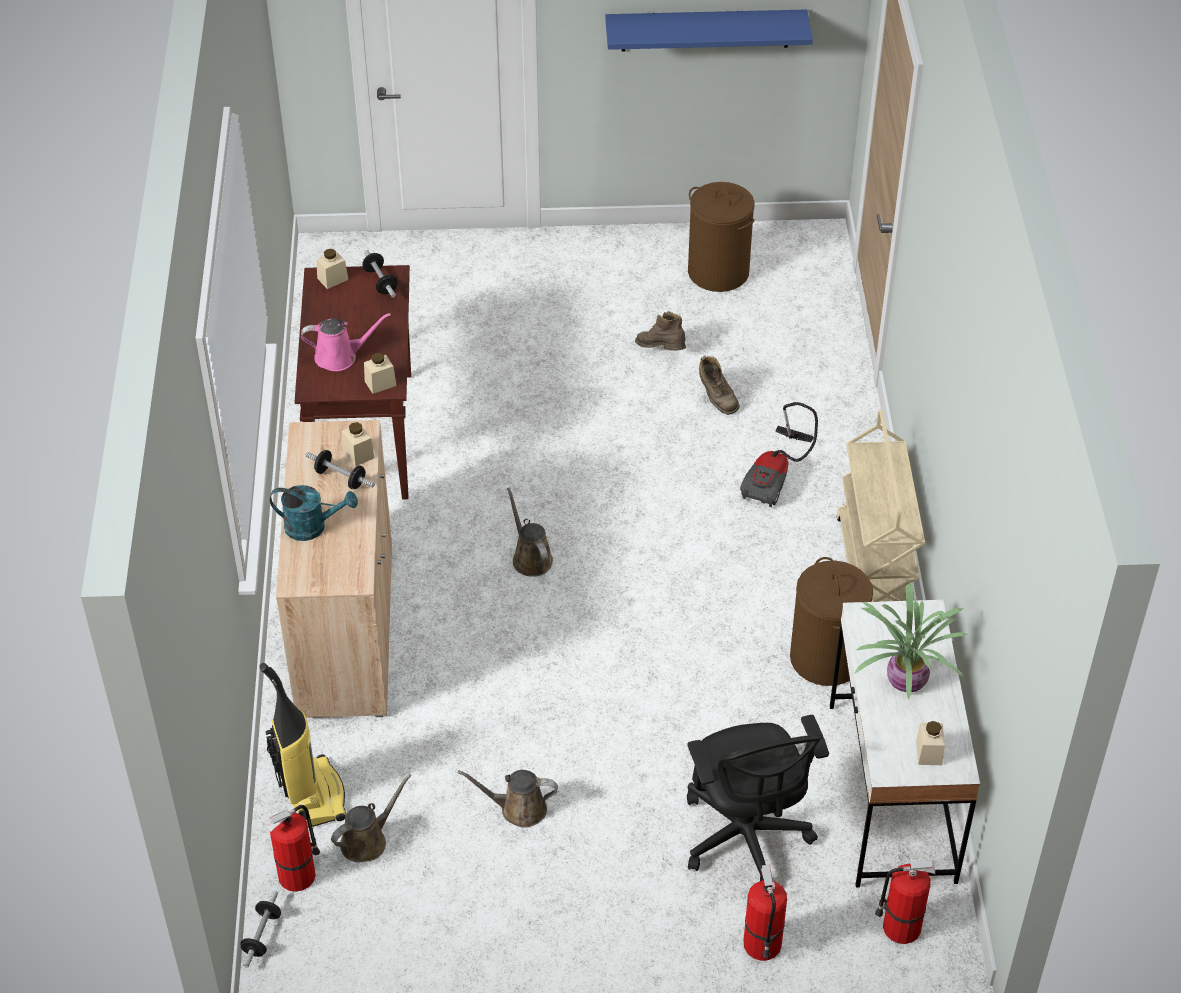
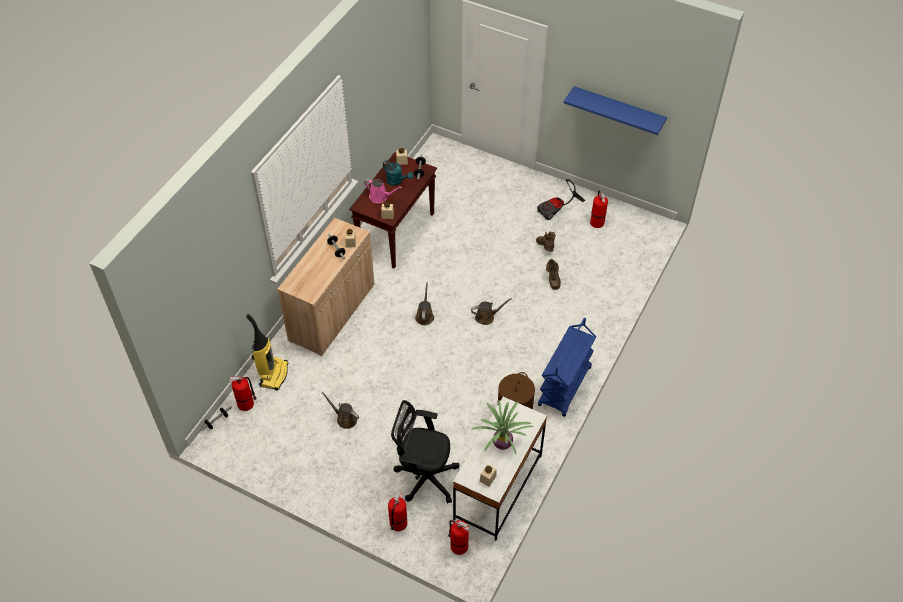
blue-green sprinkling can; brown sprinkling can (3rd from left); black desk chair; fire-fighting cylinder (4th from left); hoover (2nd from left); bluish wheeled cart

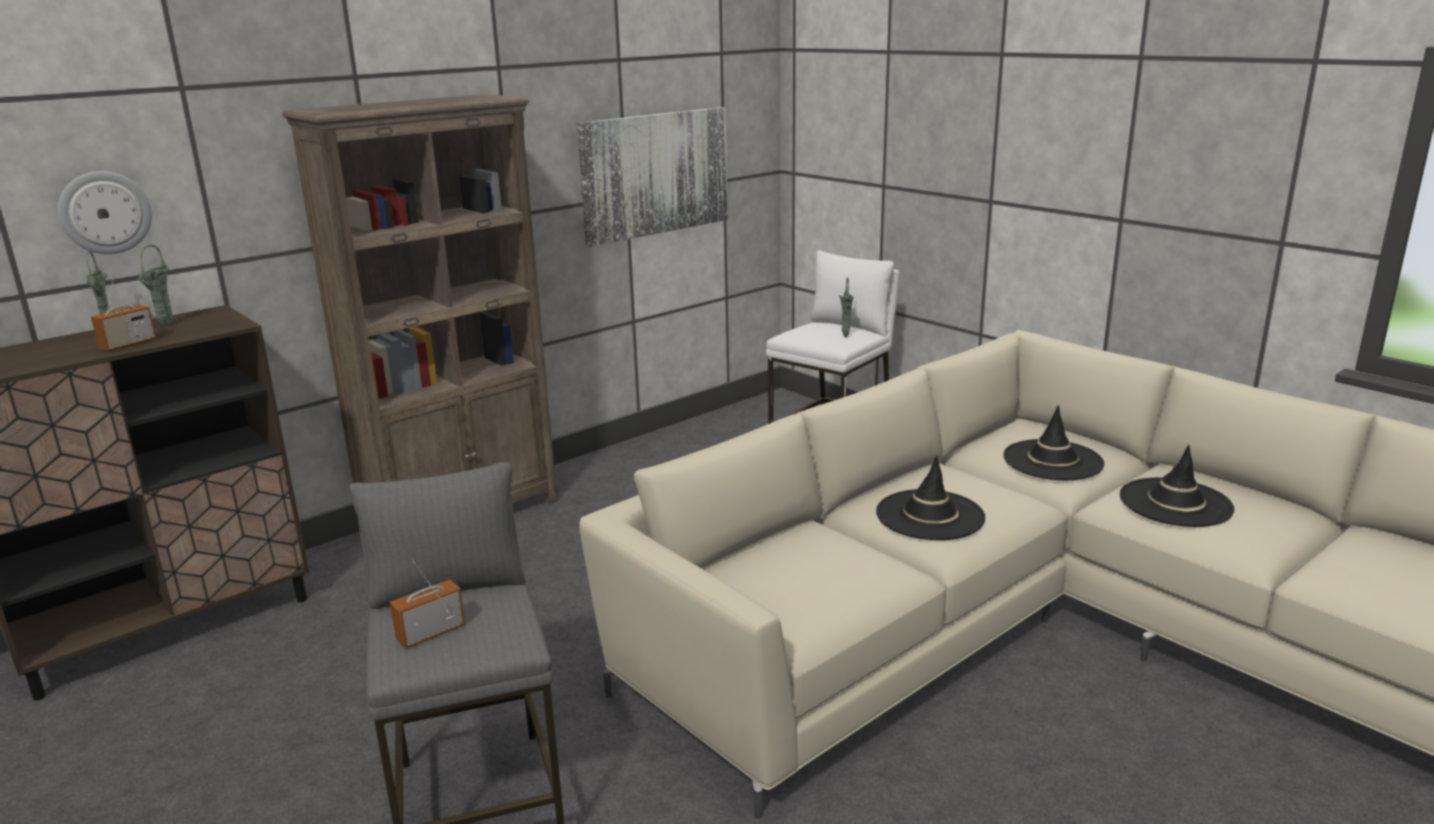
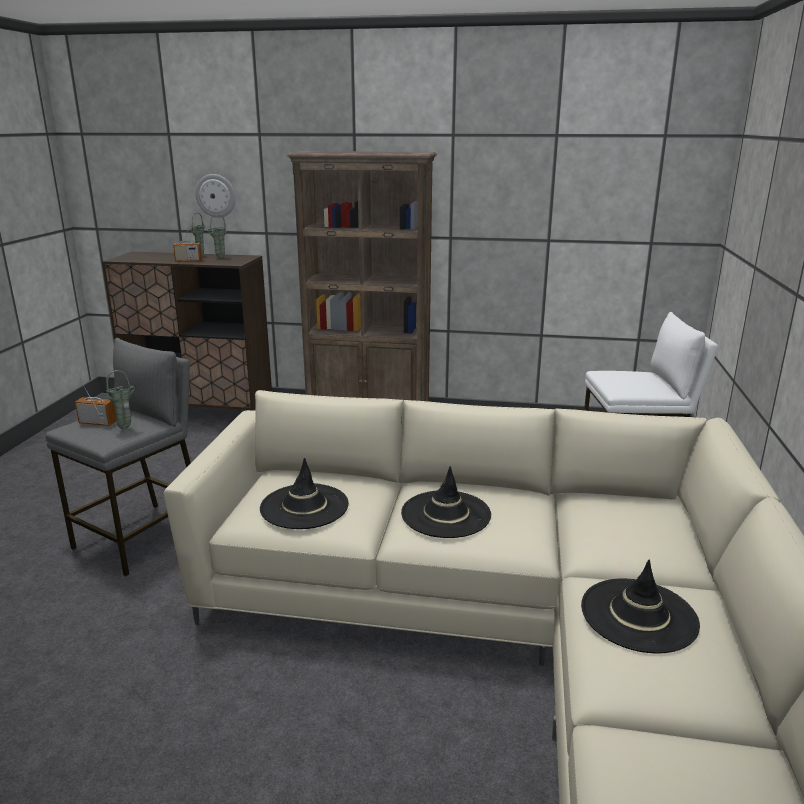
wall picture; green flower vase (1st from left); black hat (1st from left)

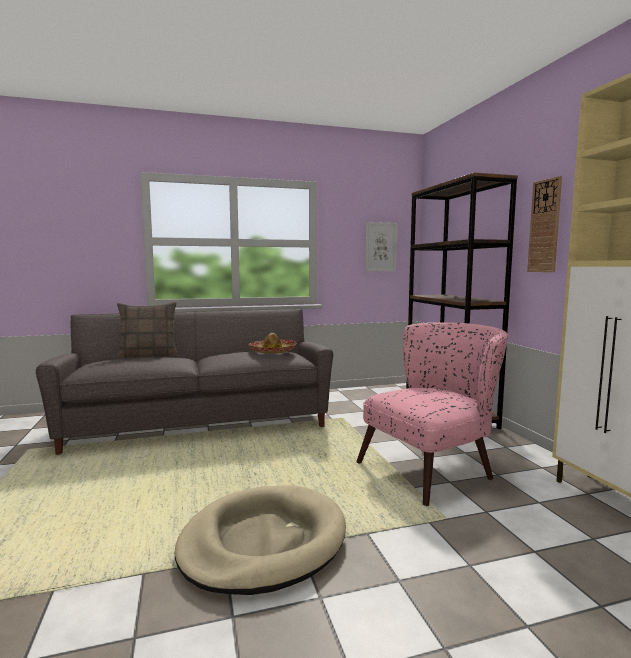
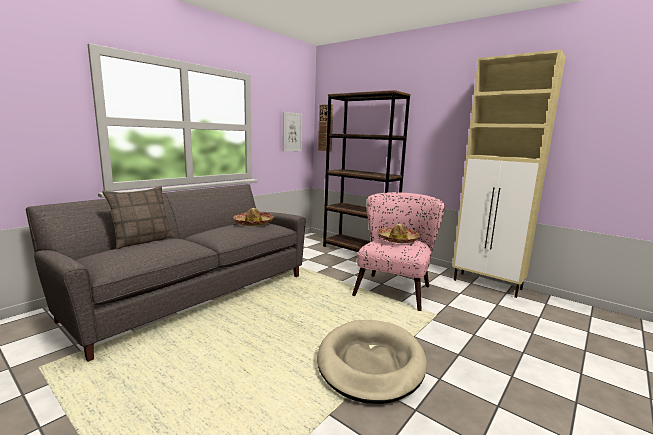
hanging clock; hat (2nd from left)

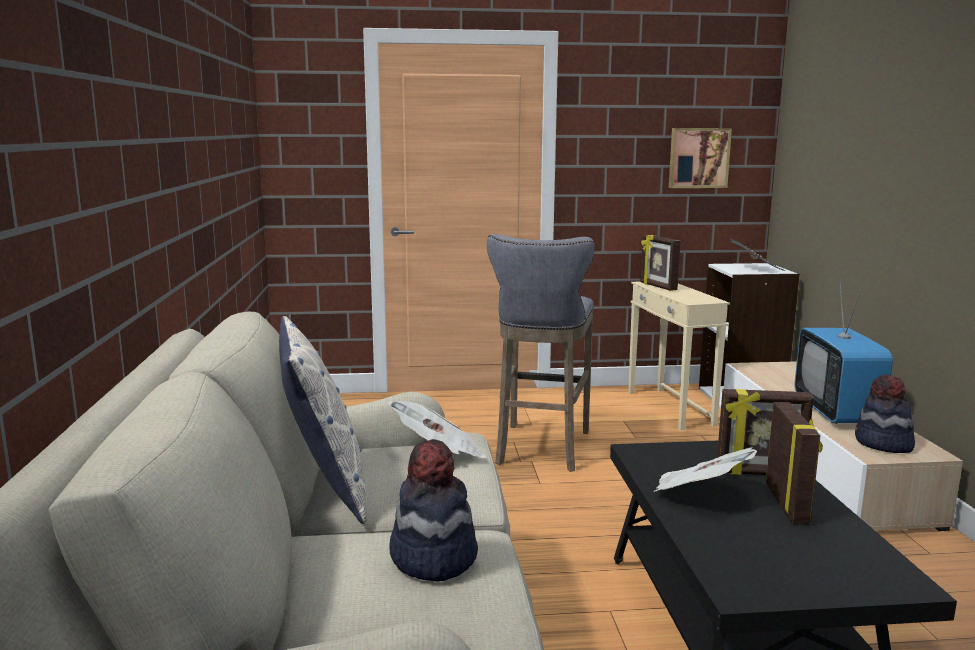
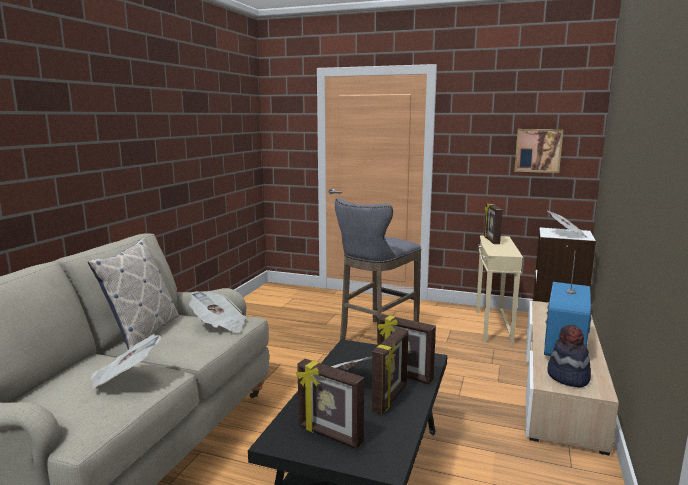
printed paper (1st from left); photo frame (1st from left)

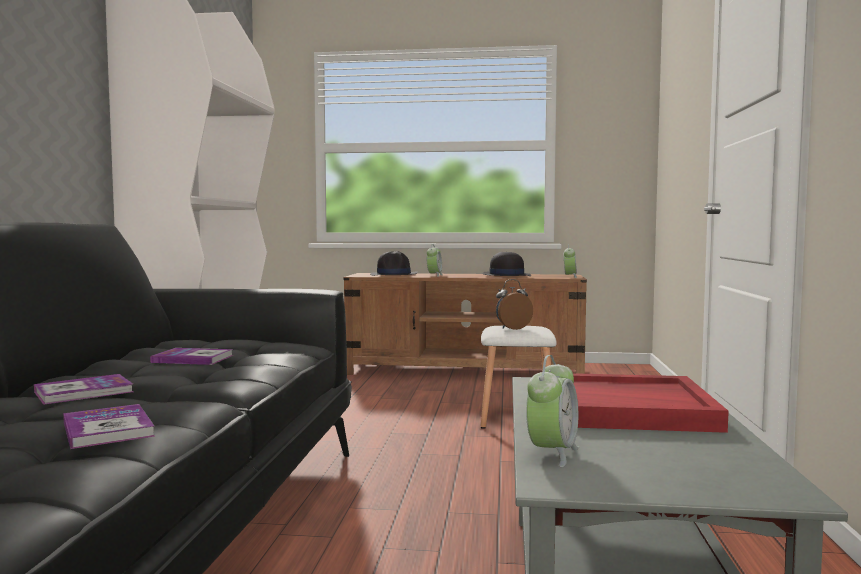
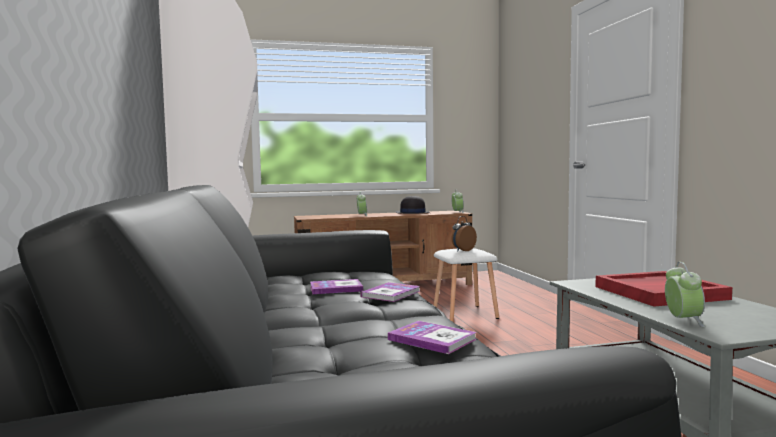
volume (2nd from left); black hat (1st from left in the first image)

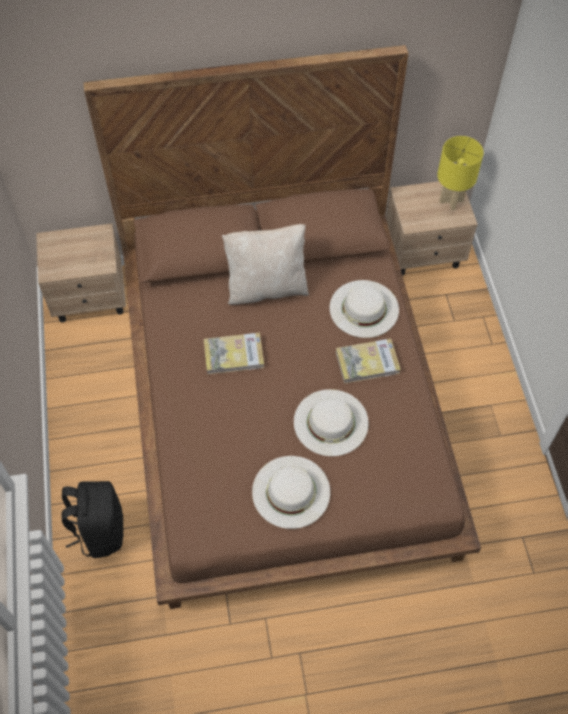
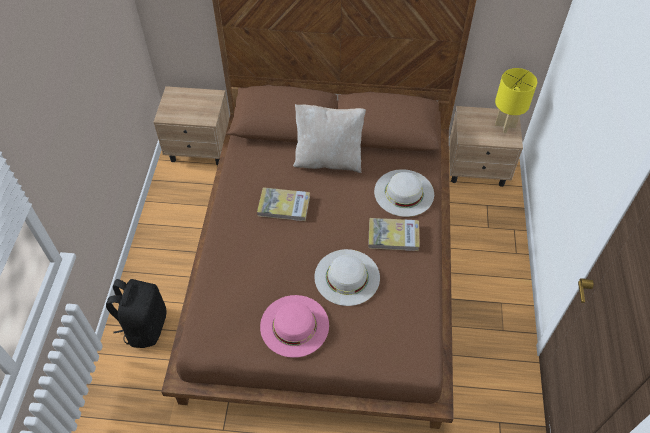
pinkish hat

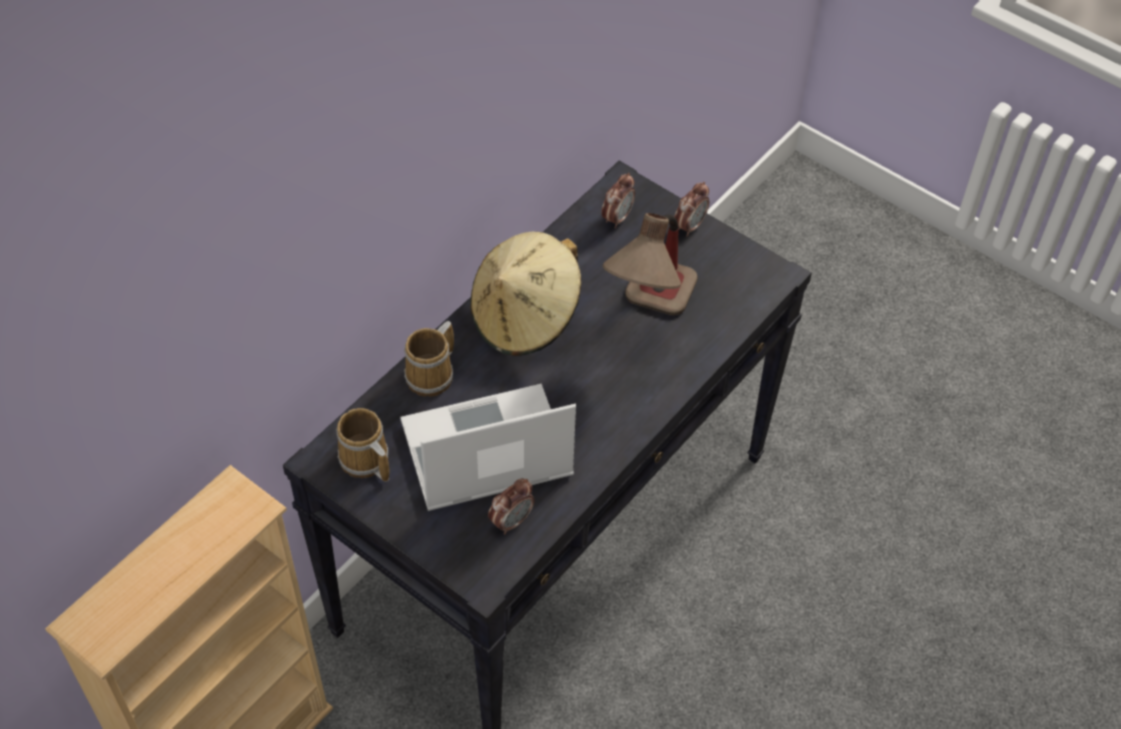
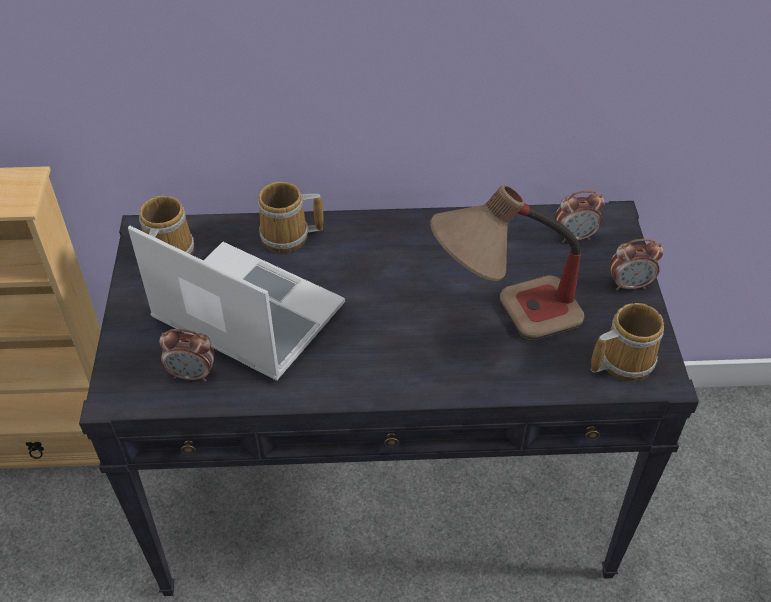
sand-coloured hat; coffee mug (3rd from left)

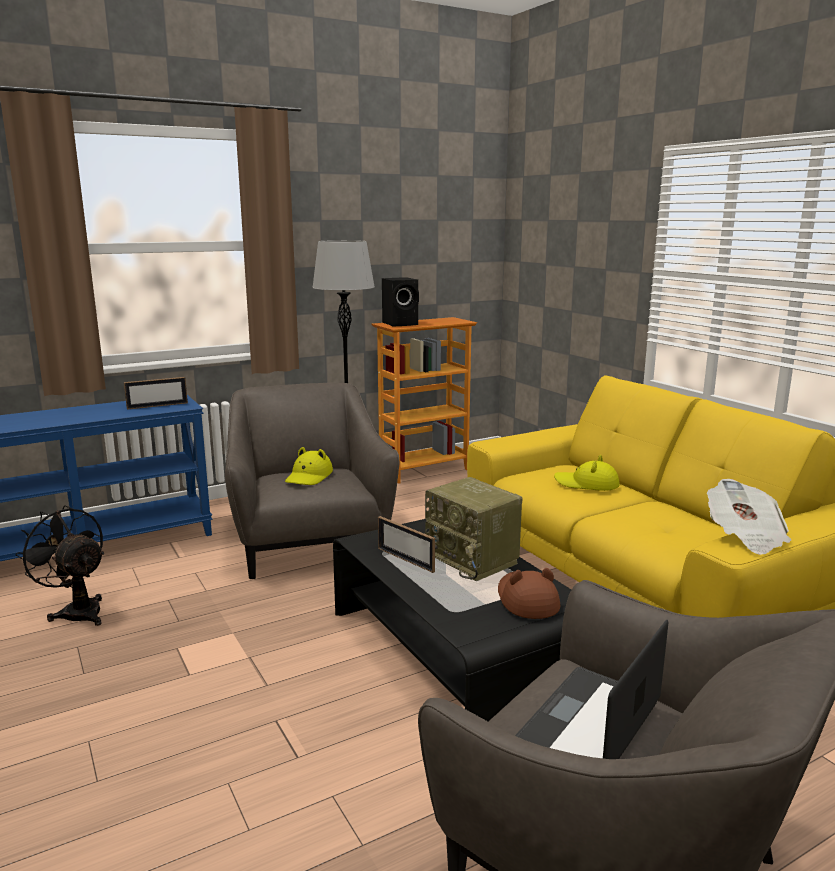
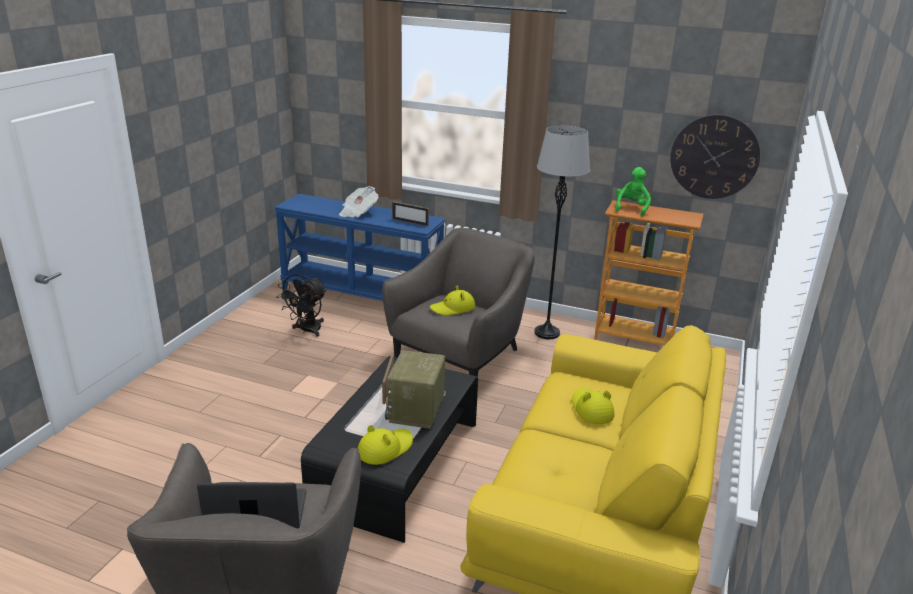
black fan; green plush toy; yellow-coloured hat (1st from left); printed paper; hanging clock

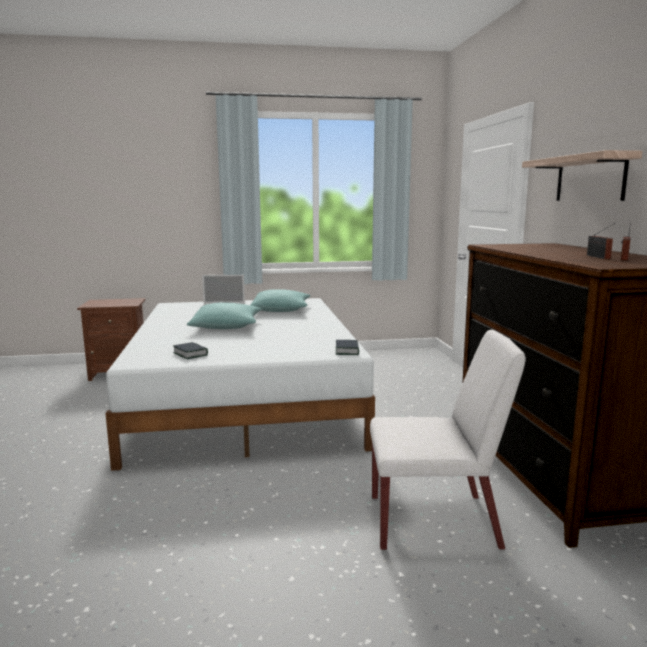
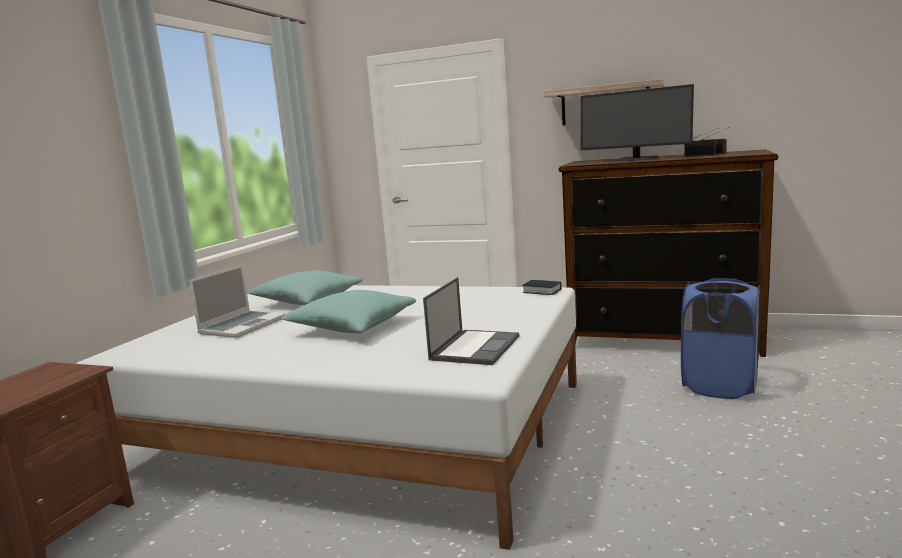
laptop (2nd from left); bluish laundry basket; monitor

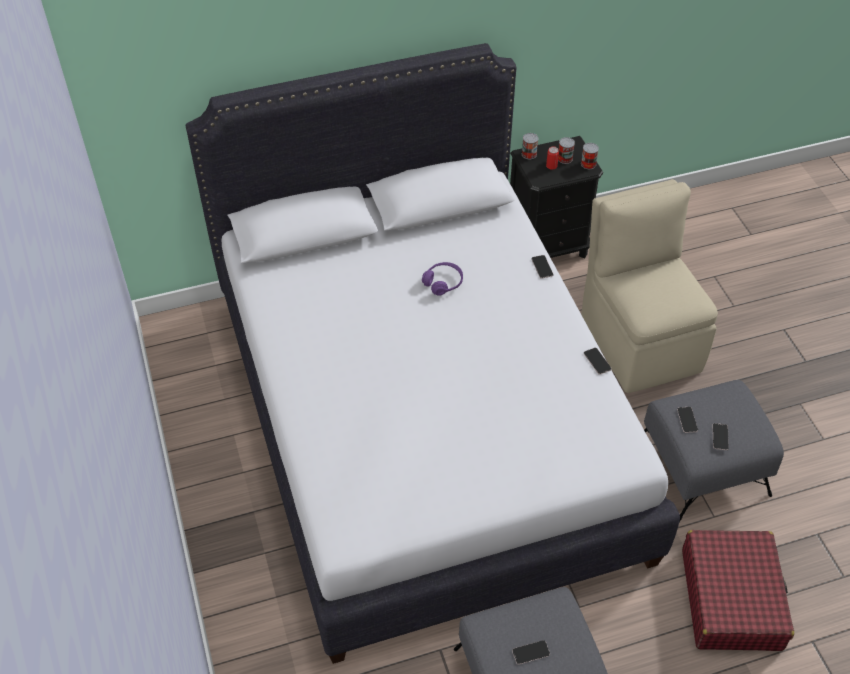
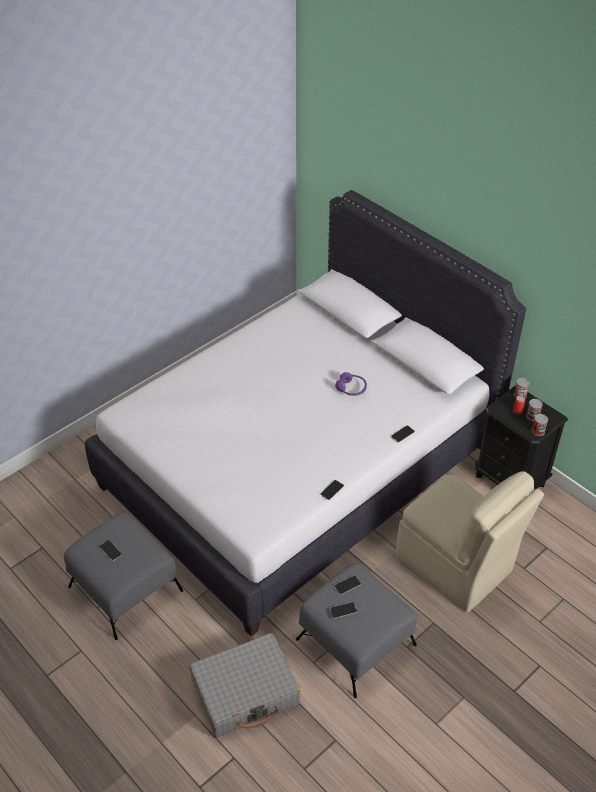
sand-coloured chair; greyish piece of luggage

